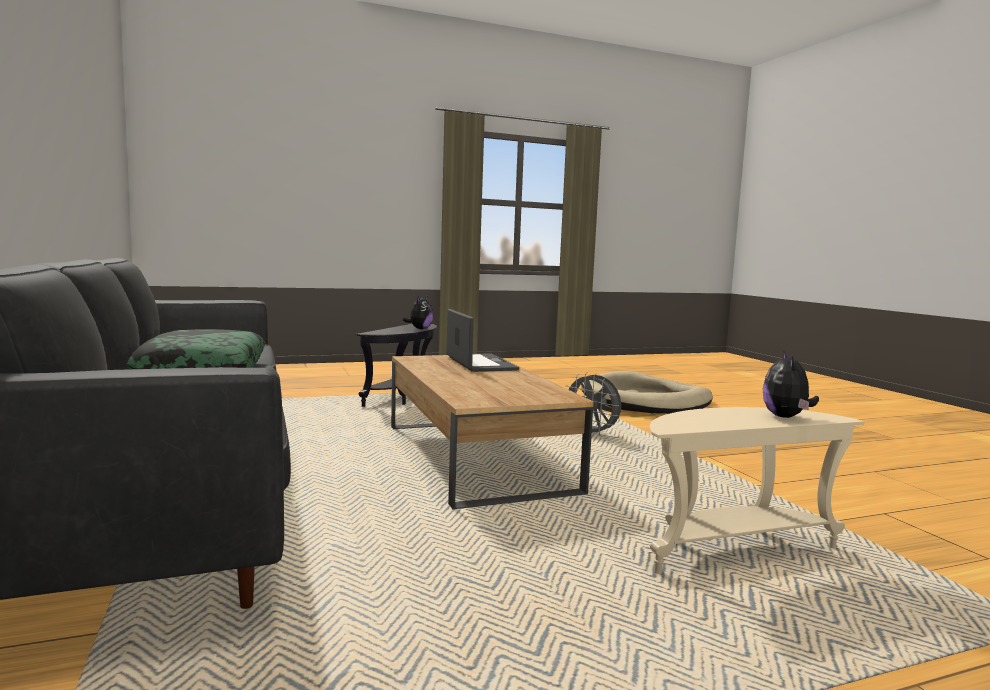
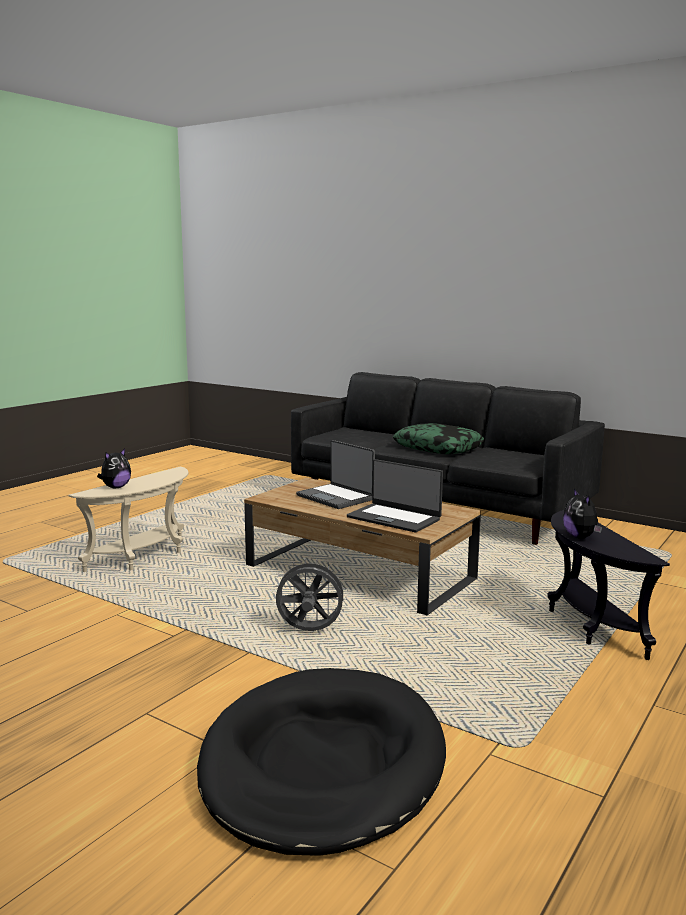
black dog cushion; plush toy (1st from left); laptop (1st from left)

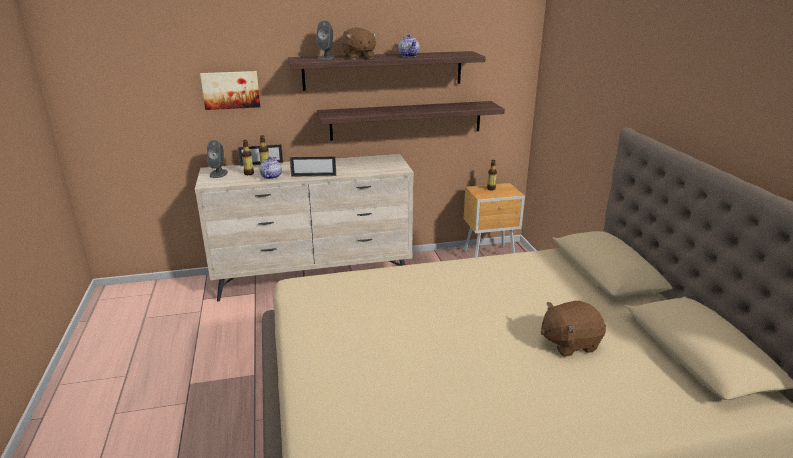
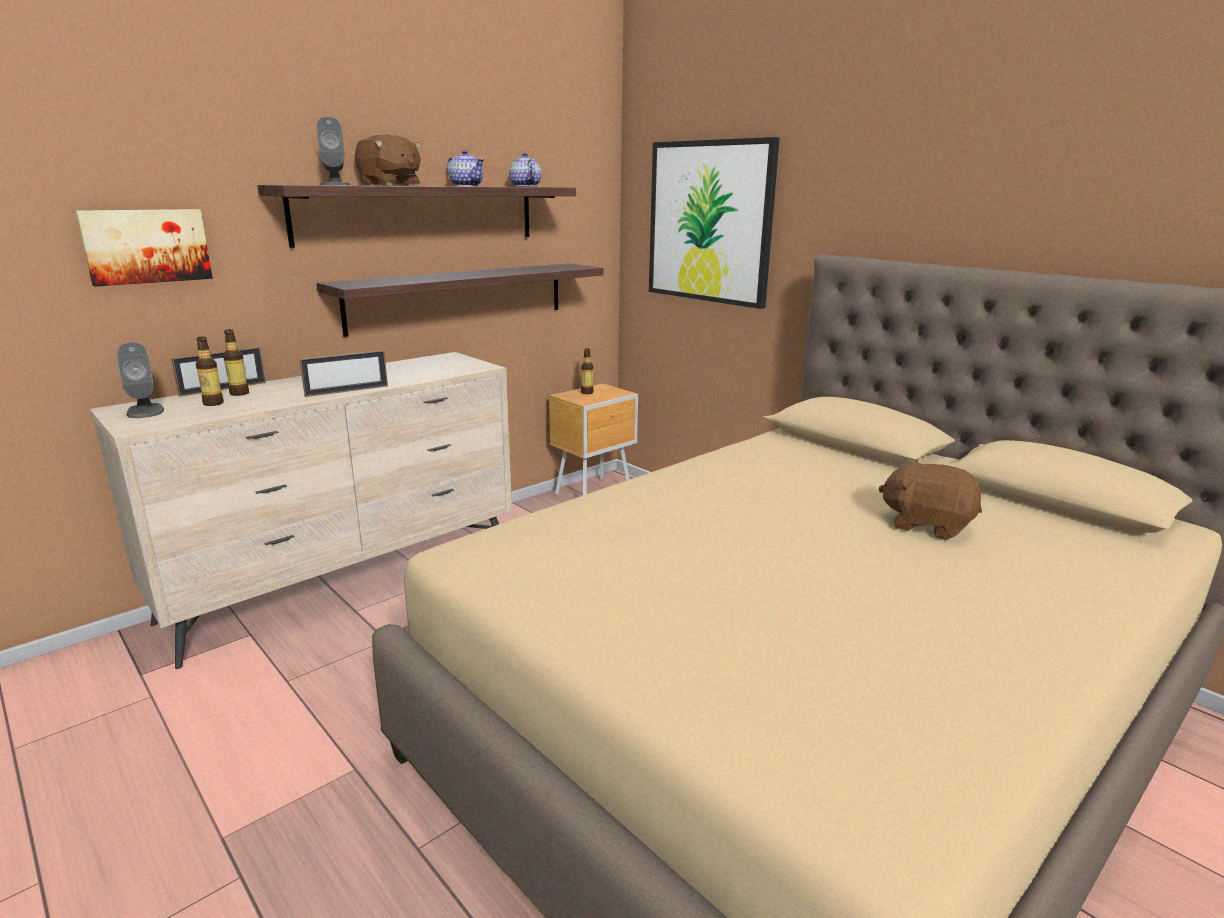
teapot (2nd from left); brown plush toy (2nd from left); wall picture (2nd from left)

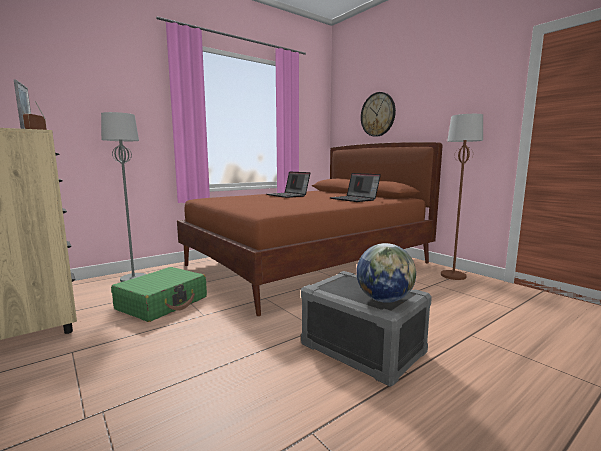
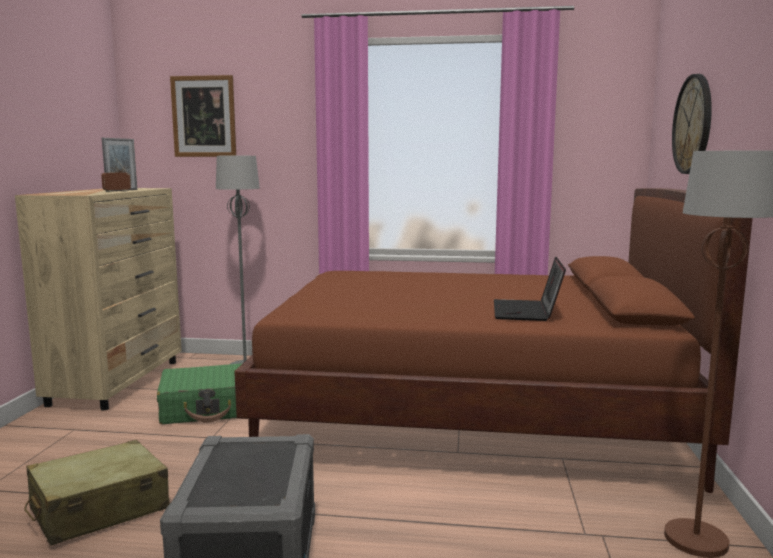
laptop (1st from left in the first image); globe; sand-coloured piece of luggage; wall picture

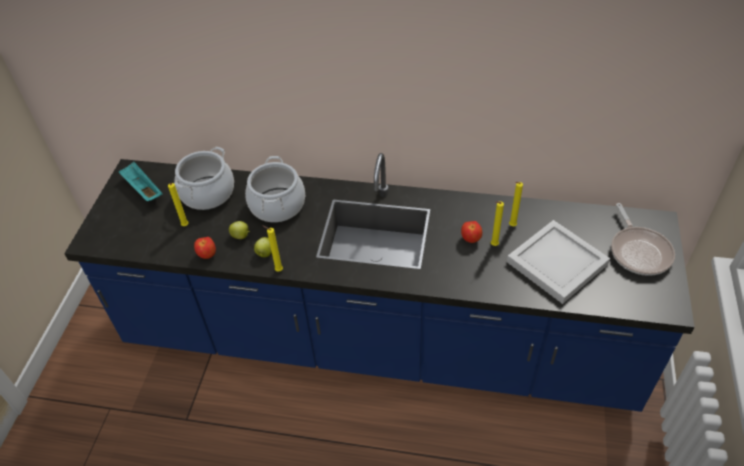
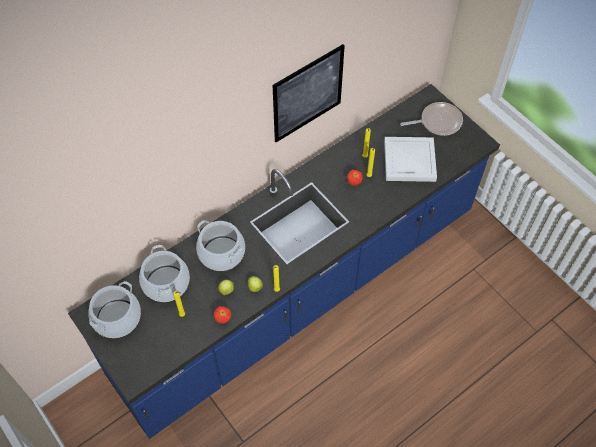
cooking pot (1st from left); pan; wall picture

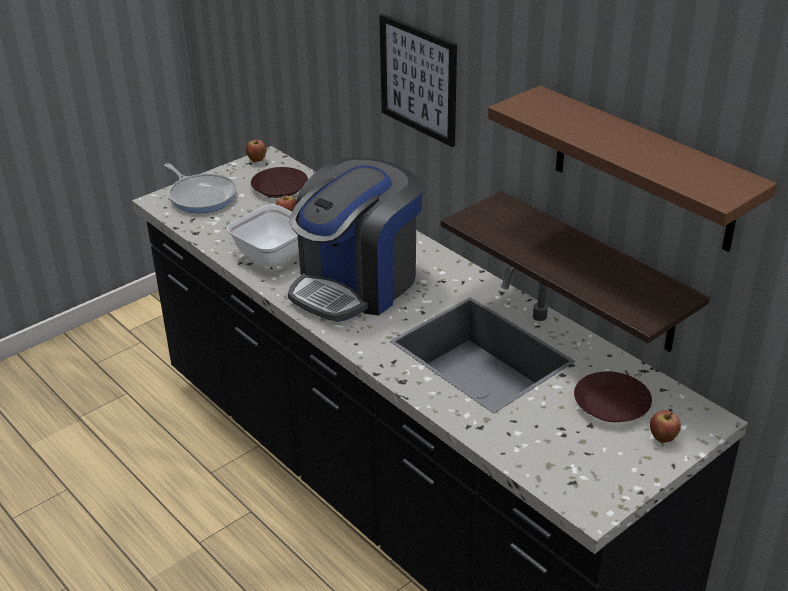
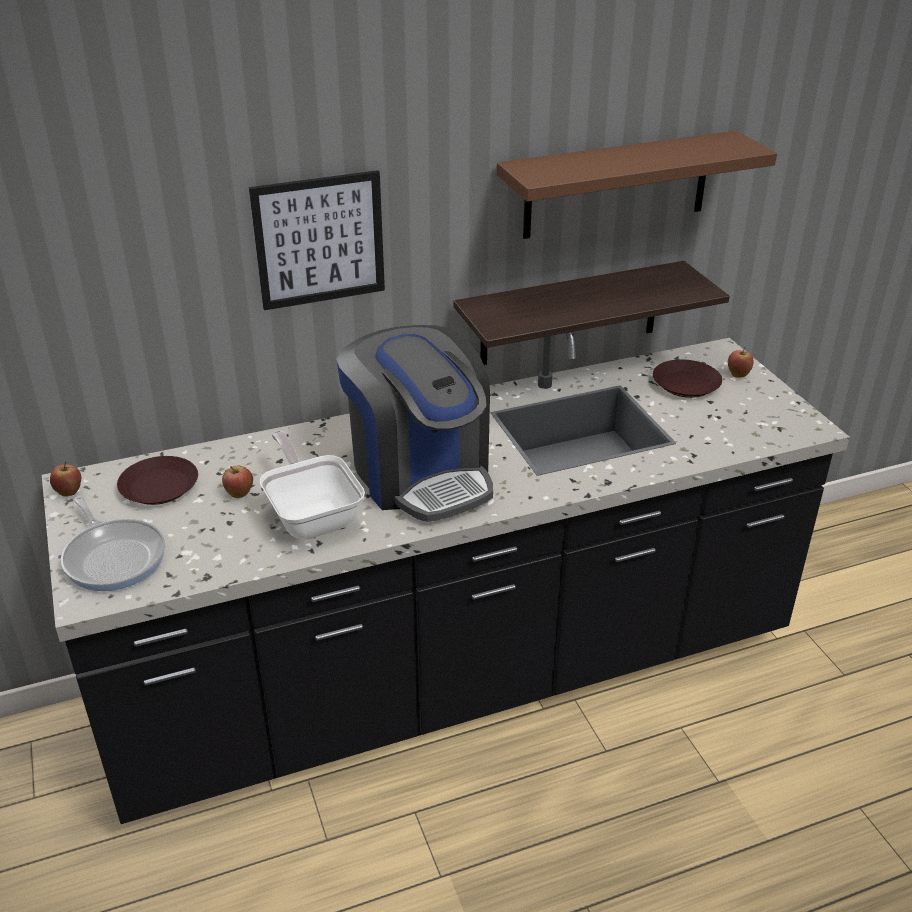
pan (1st from left)

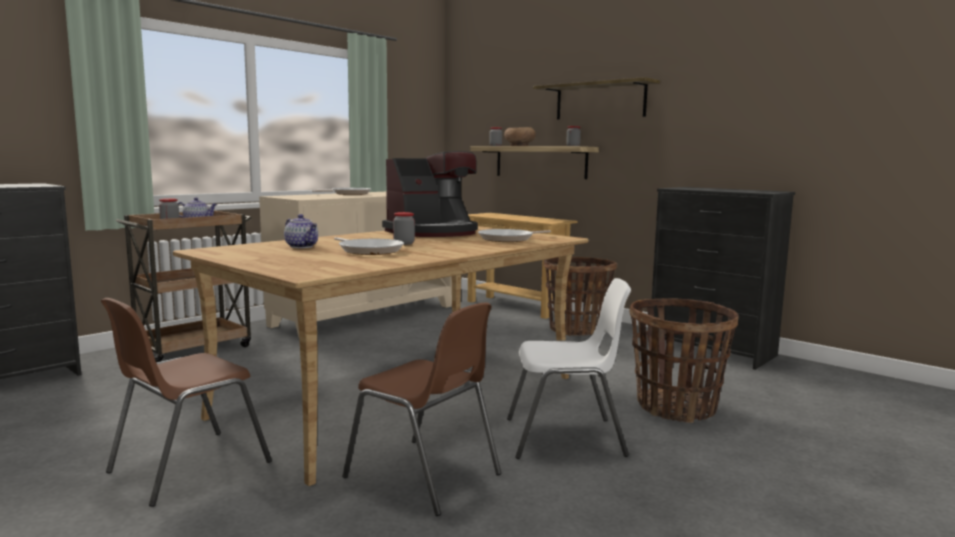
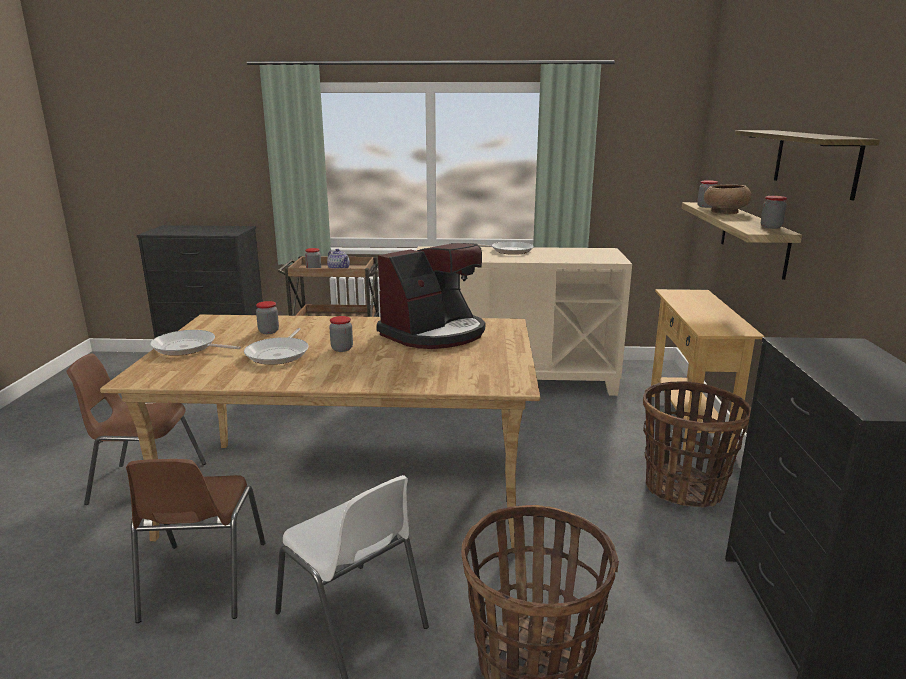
storage jar (1st from left); coffee maker; pan (1st from left)

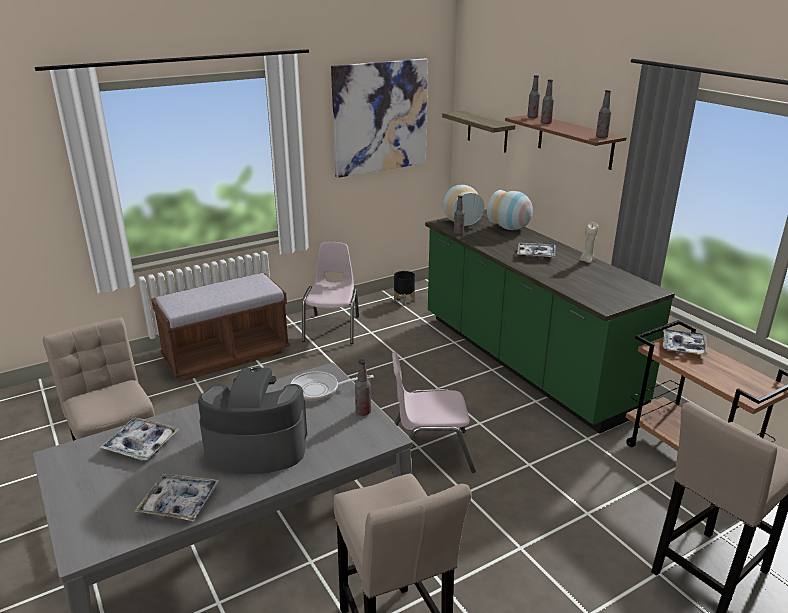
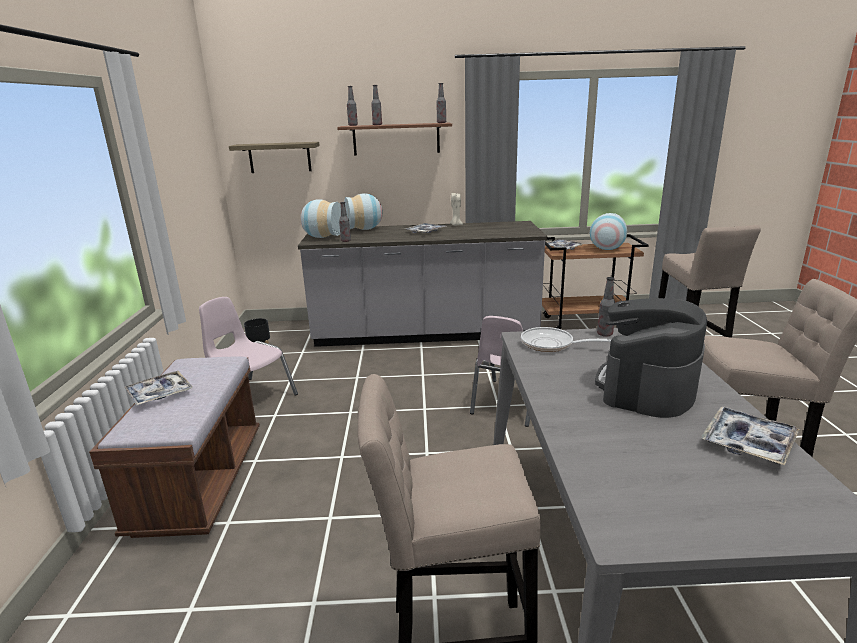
tray (1st from left); pan; wall picture; greyish kitchen base unit; flower vase (3rd from left)

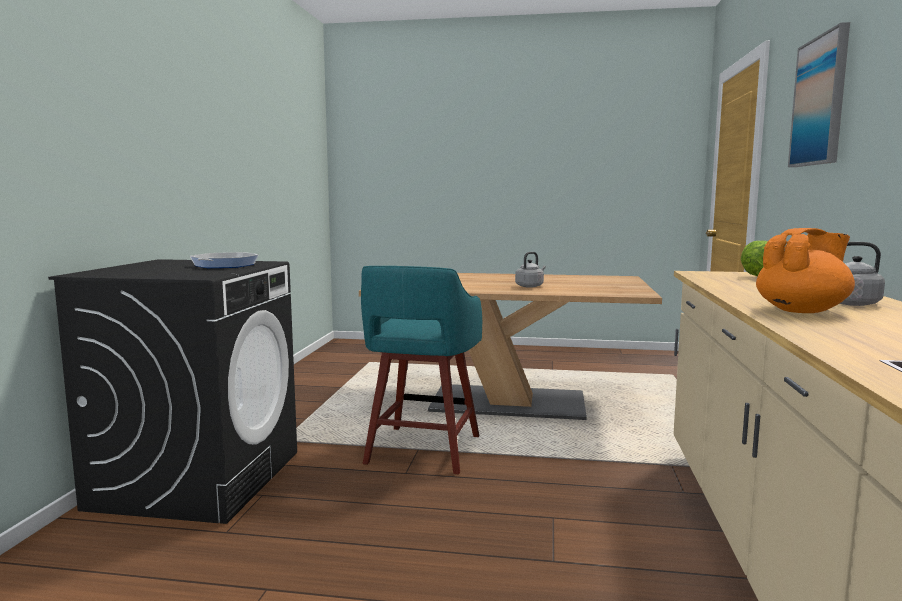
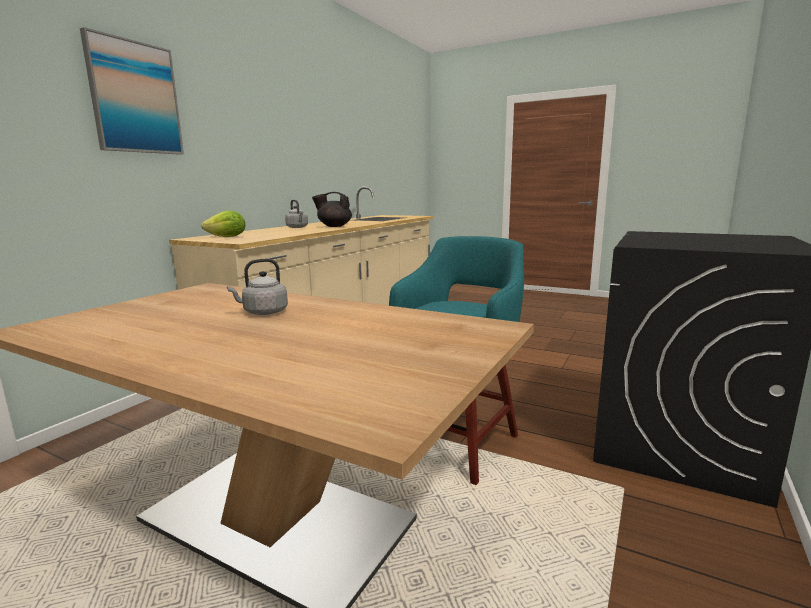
pan; black teapot

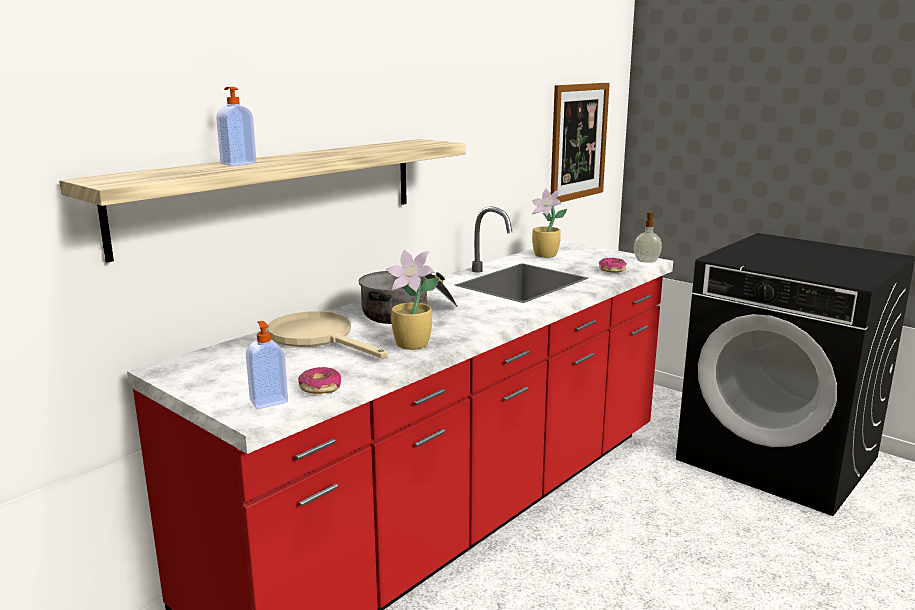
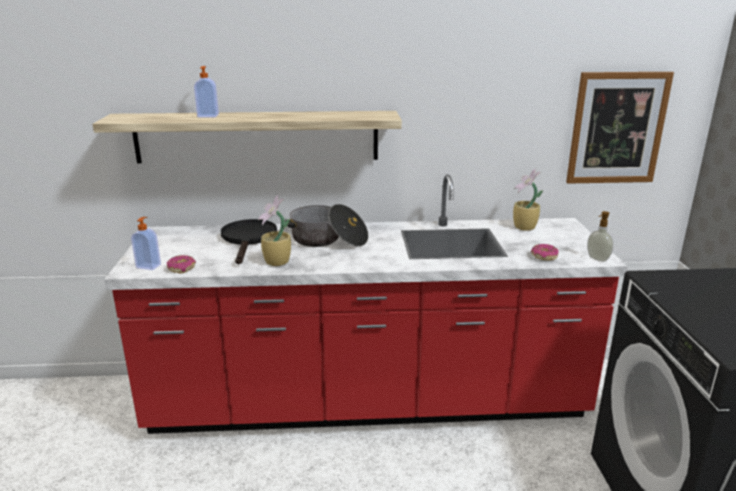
black pan

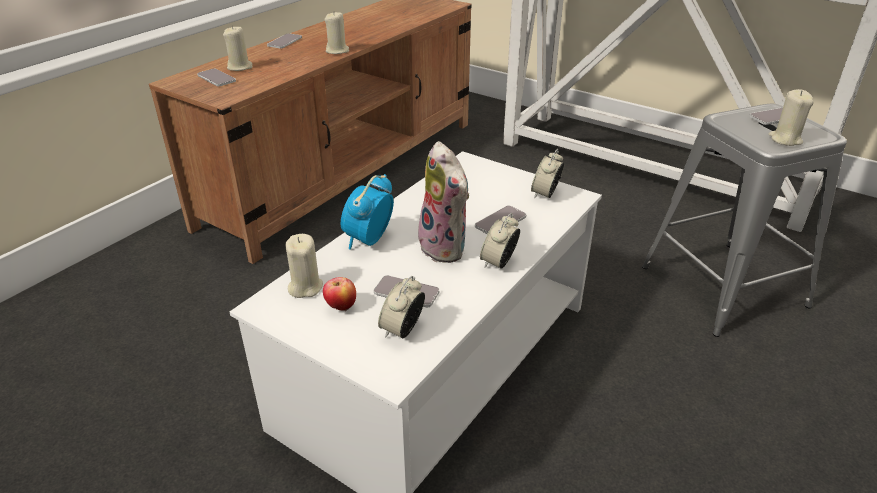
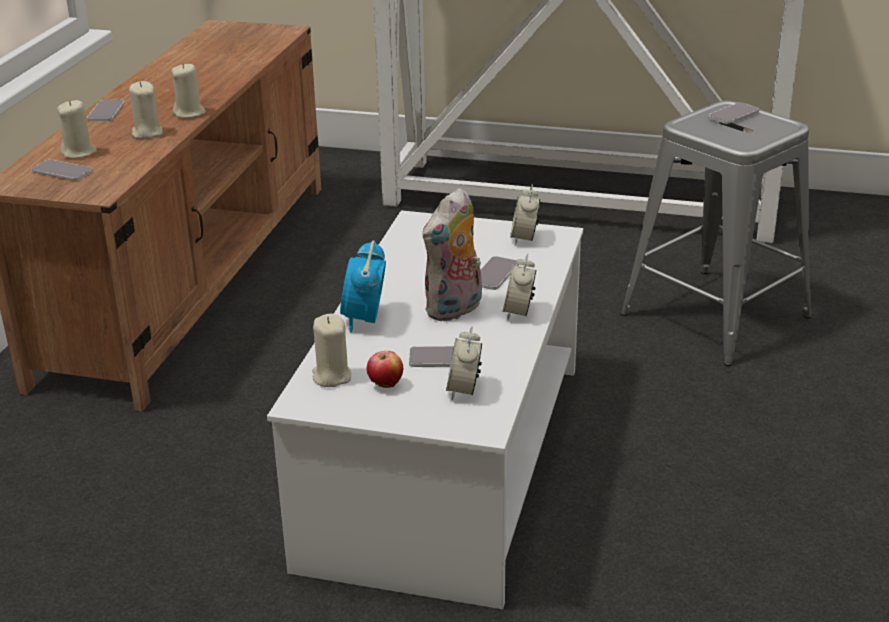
plush toy; sand-coloured wax light (2nd from left)

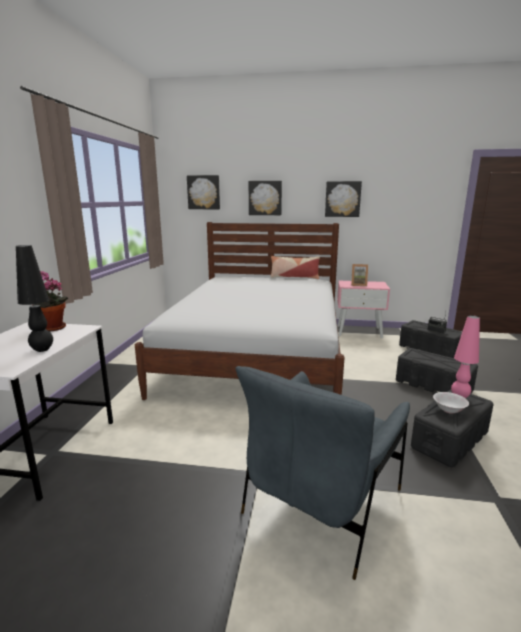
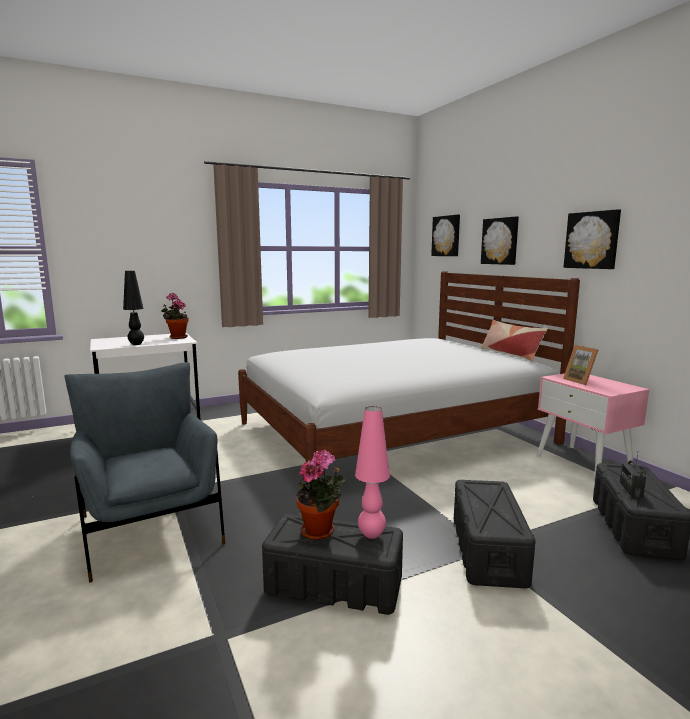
greyish lounge chair; potted plant (2nd from left)

